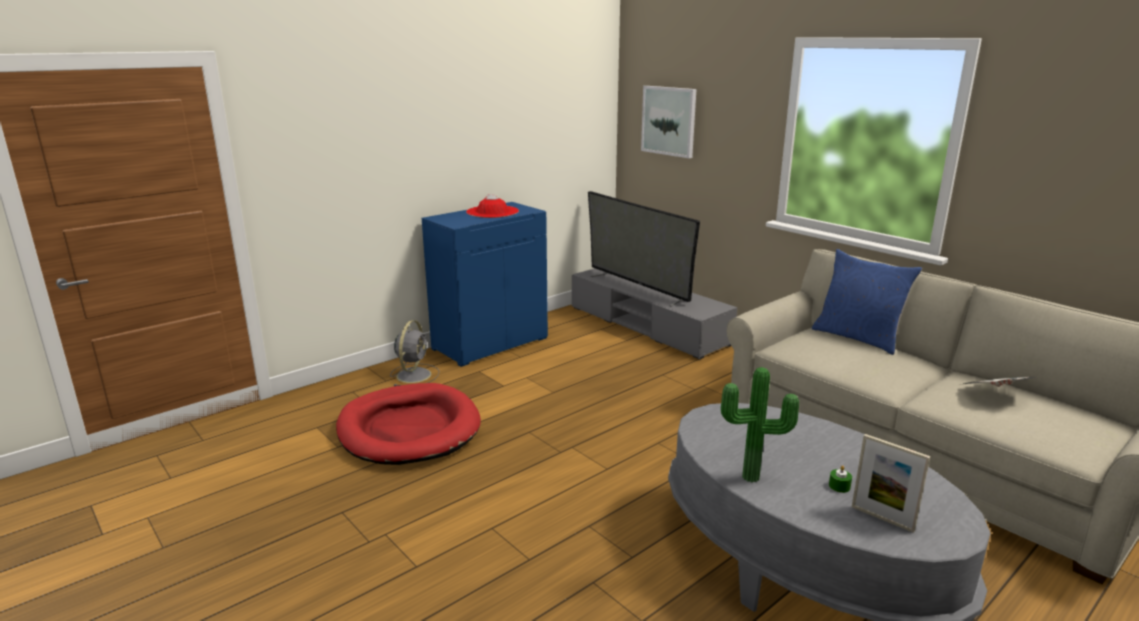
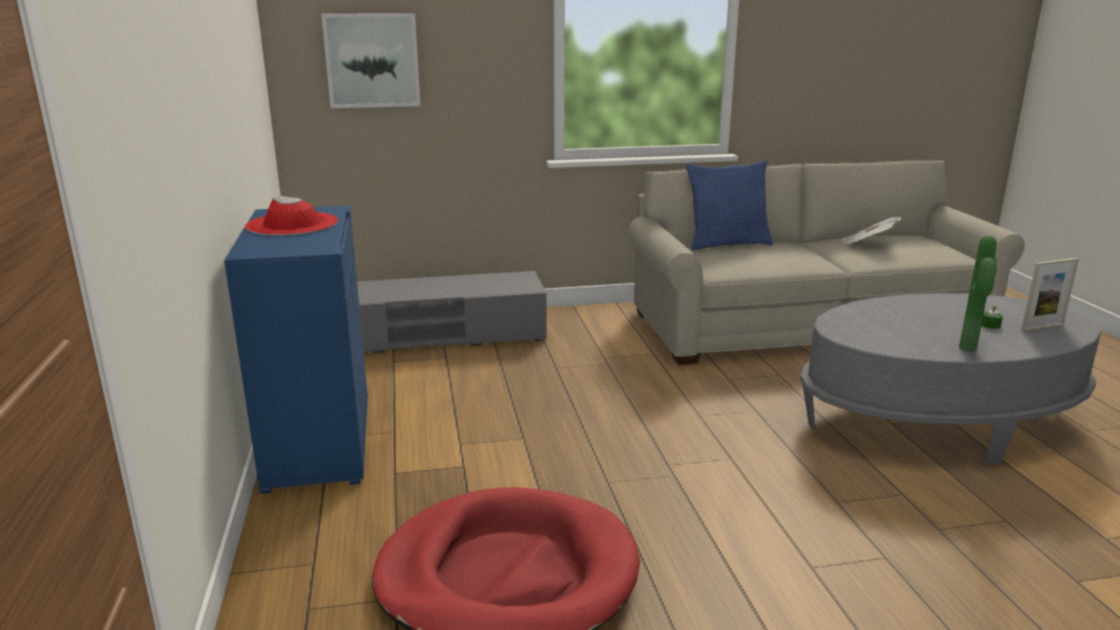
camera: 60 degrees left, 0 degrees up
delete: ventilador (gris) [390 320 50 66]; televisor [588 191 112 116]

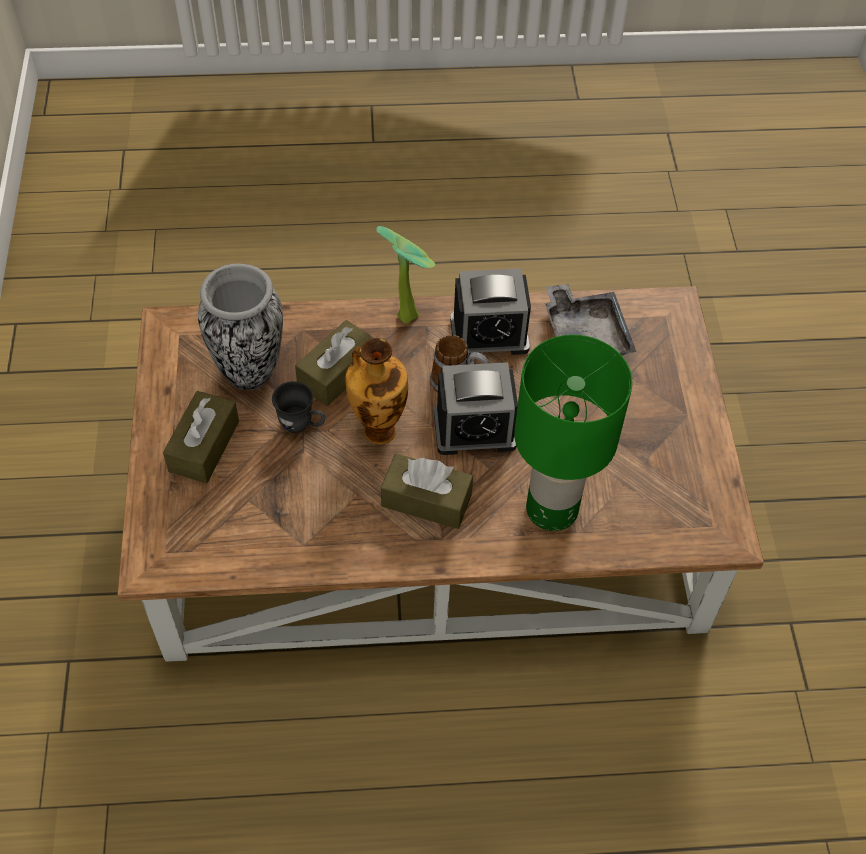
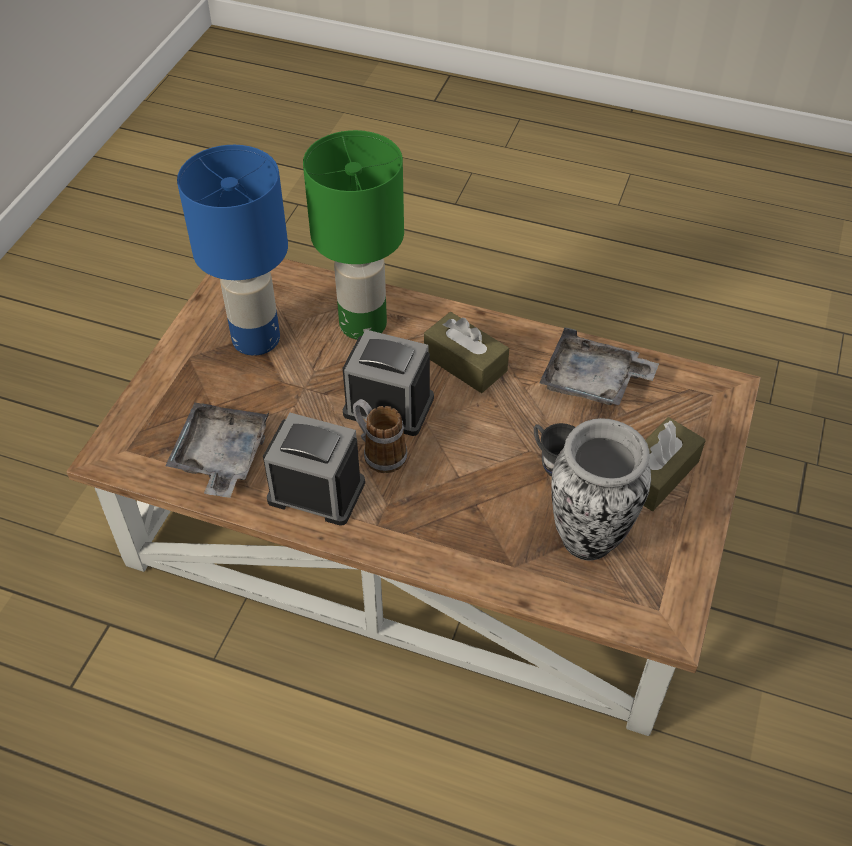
camera: 155 degrees left, 5 degrees down
delete: caja de pañuelos (marrón) [295 320 78 86]; florero [345 338 63 106]; planta en maceta [376 226 59 98]
insert: lámpara de mesa (azul) [177 145 111 211]; bandeja (gris) [539 327 120 78]

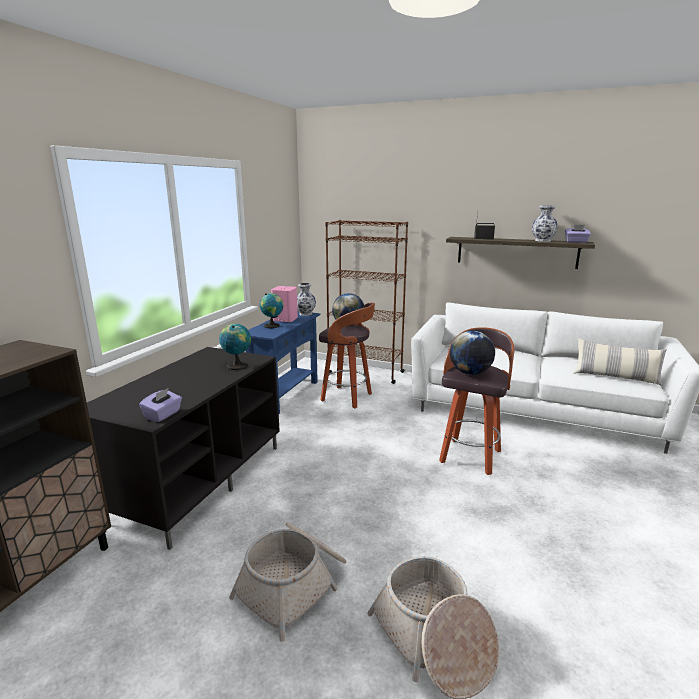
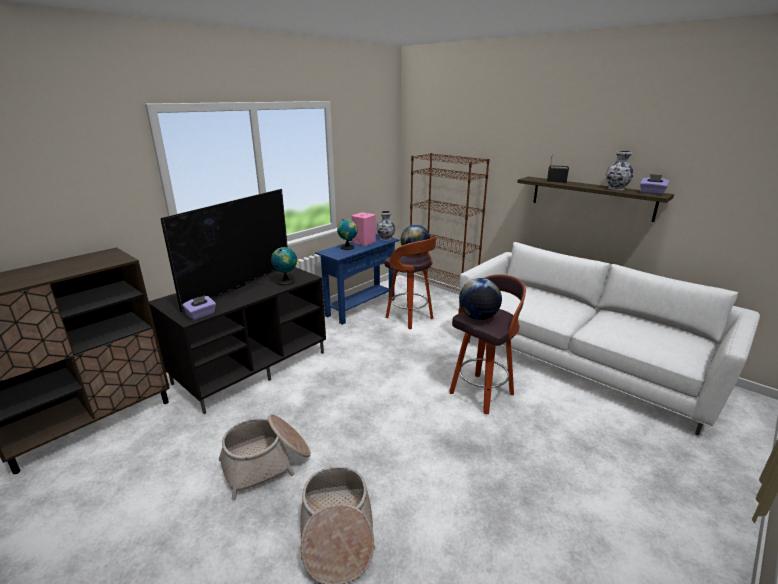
camera: 20 degrees right, 5 degrees up
delete: cojín [574 338 93 48]
insert: televisor [161 189 127 123]

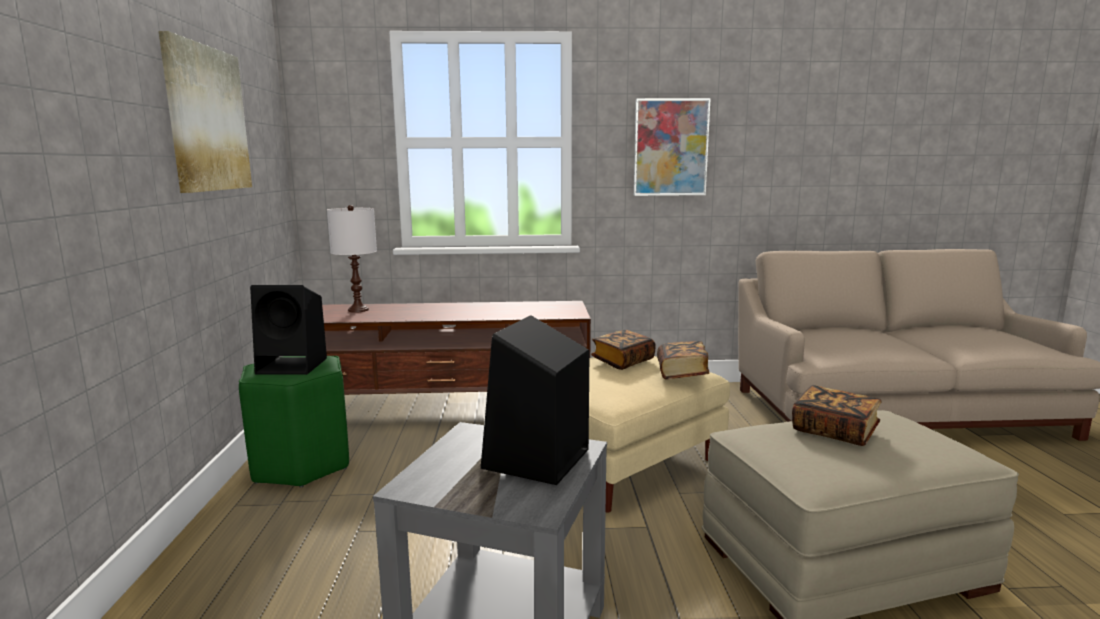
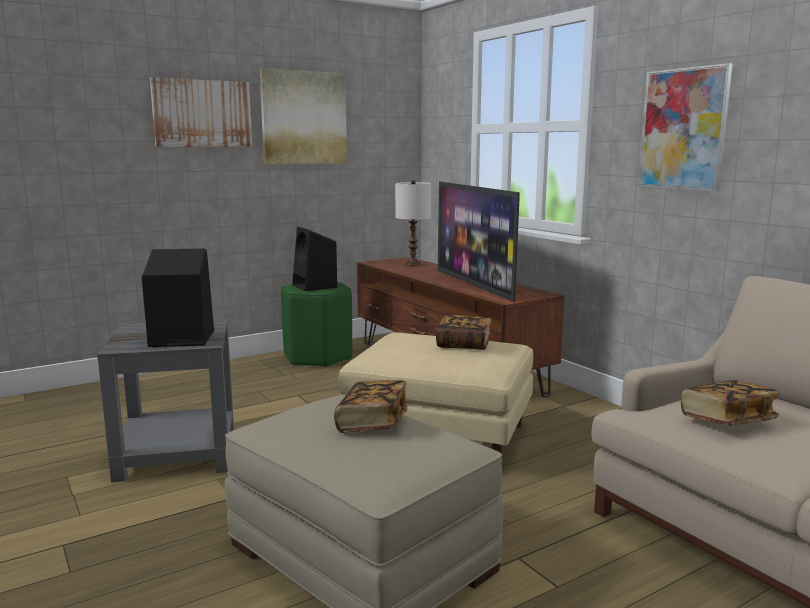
camera: 60 degrees right, 0 degrees up
insert: cuadro [150 77 102 70]; televisor [438 182 82 120]
move: libro [657 341 52 38] to [681 380 99 46]

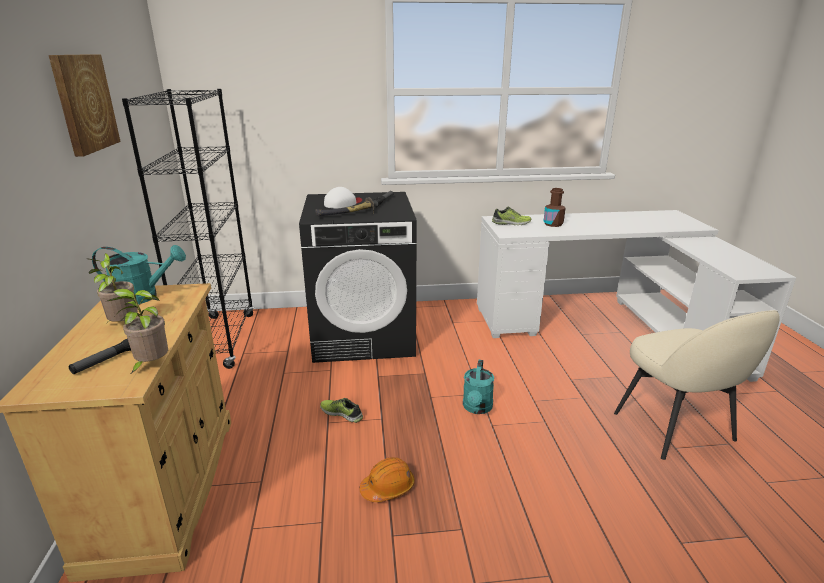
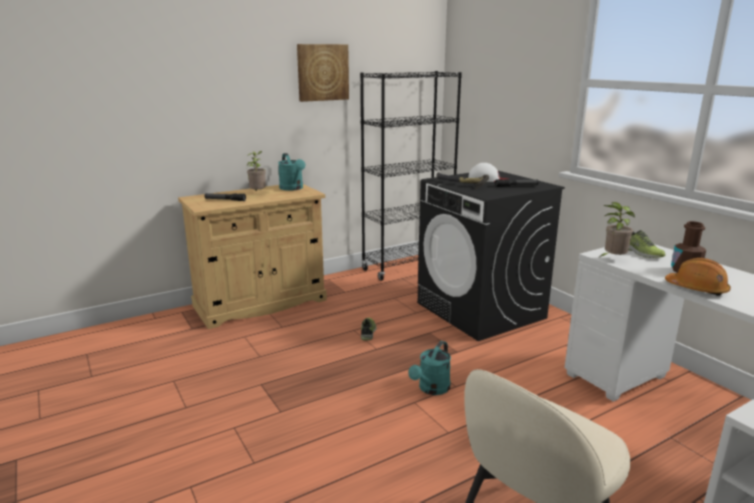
camera: 65 degrees right, 5 degrees down
move: planta en maceta [108 288 60 87] to [598 202 37 56]; casco (naranja) [360 457 55 45] to [665 258 66 38]
rotate: regadera (turquesa) [463 360 31 54] = [408 341 43 54] 45 degrees counterclockwise

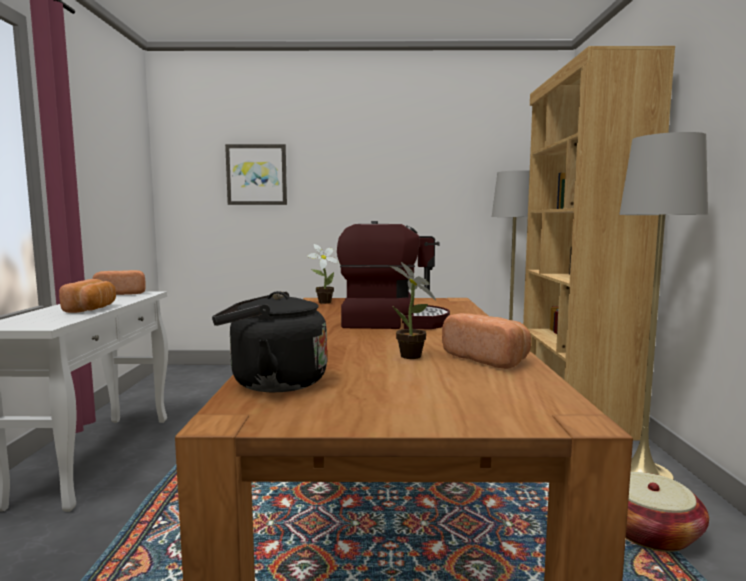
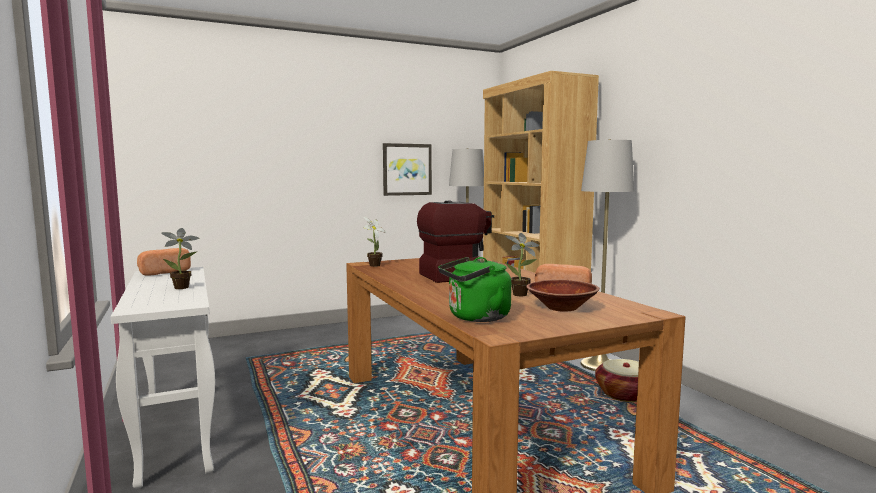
camera: 25 degrees left, 0 degrees up
insert: cuenco (marrón) [526 280 74 31]
move: cuadro [225 144 62 61] to [383 143 49 53]
replace: pan [59 279 57 34] to planta en maceta [162 228 38 61]
recolor: hervidor (negro) [212 291 115 102] to hervidor (verde) [438 257 74 65]

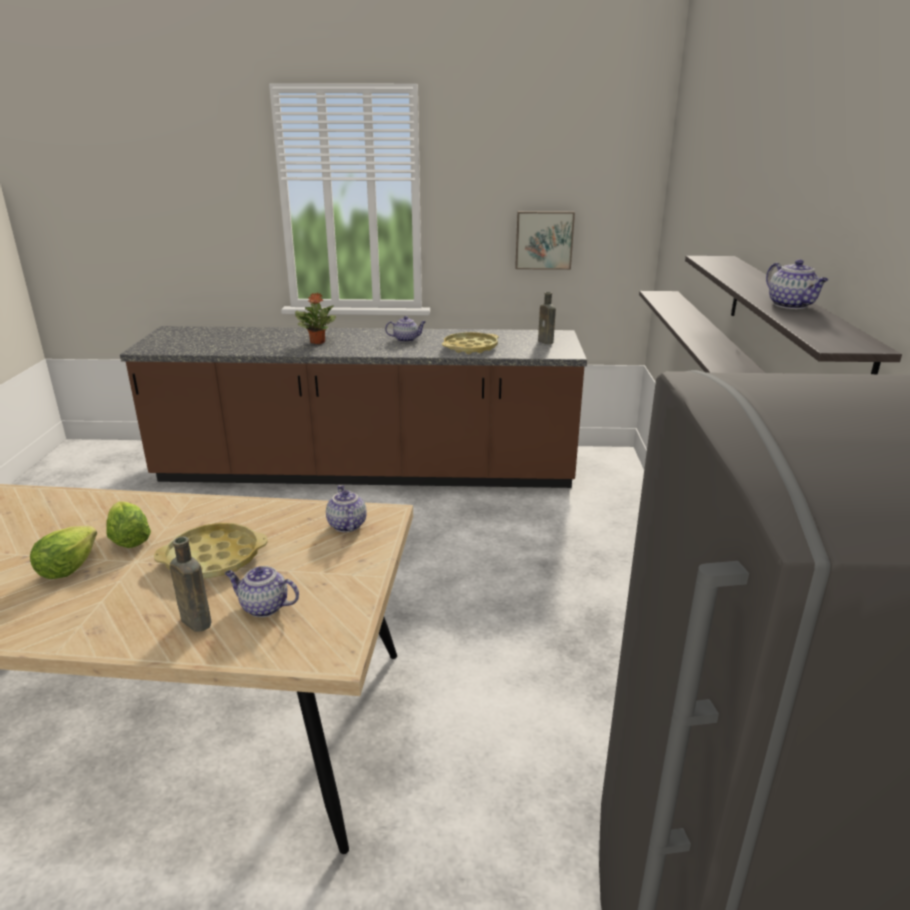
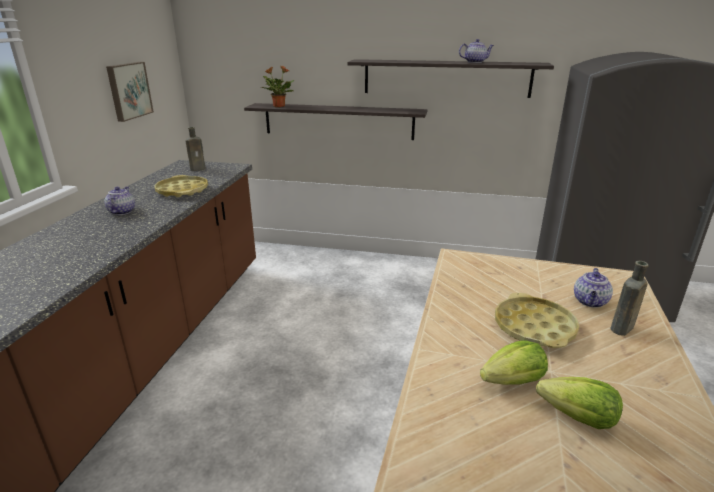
camera: 80 degrees left, 0 degrees up
delete: tetera [326 485 41 47]
move: planta en maceta [295 293 41 51] to [261 66 33 41]

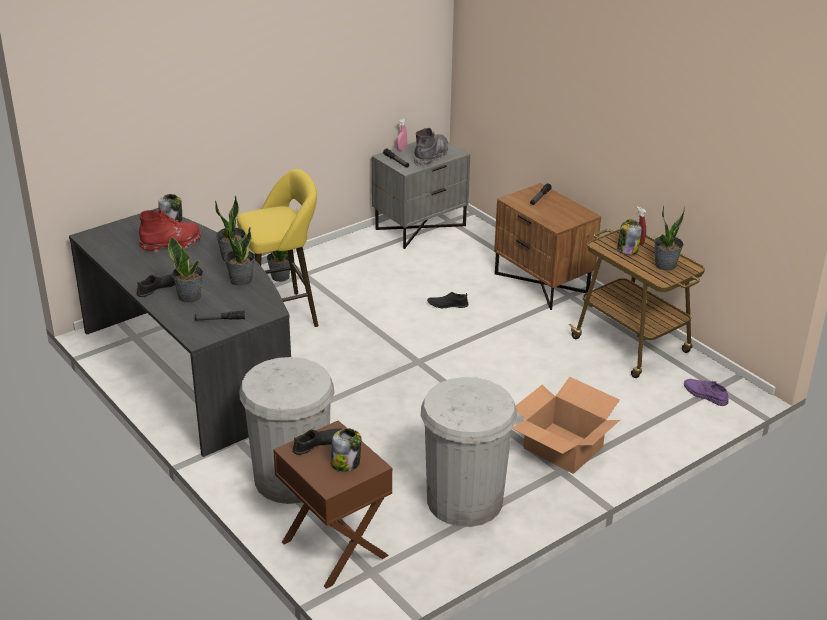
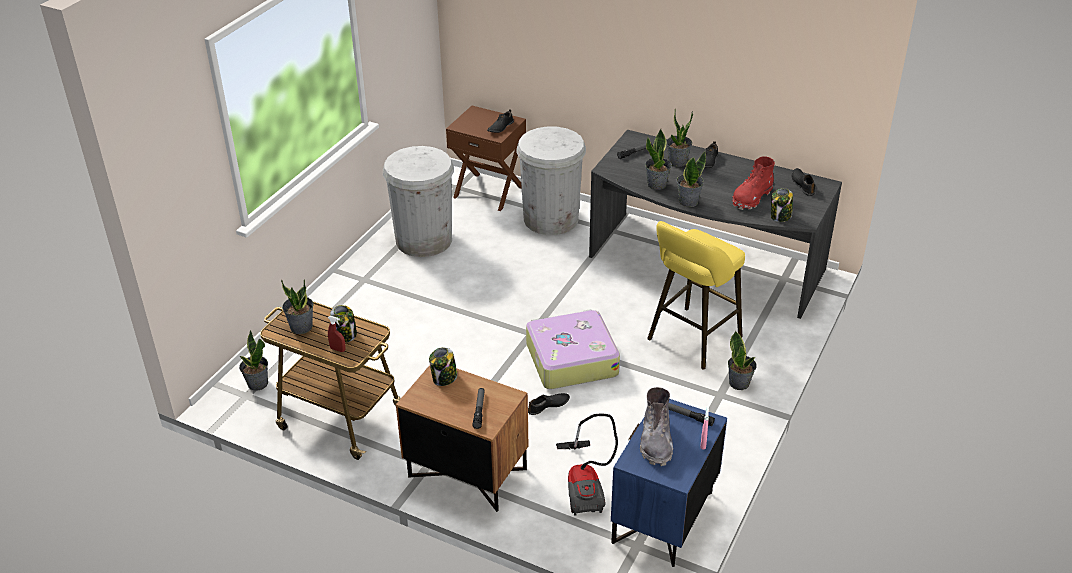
camera: 155 degrees right, 5 degrees up
delete: caja de cartón [512 377 108 97]
insert: maleta [526 309 94 80]; aspiradora [556 414 62 102]; zapato (negro) [792 168 23 28]
move: tarro [330 428 32 44] to [429 347 28 39]
replace: zapato (morado) [684 379 45 27] to planta en maceta [239 330 29 61]
recolor: mesita de noche (gris) [372 142 98 107] to mesita de noche (azul) [611 399 116 168]

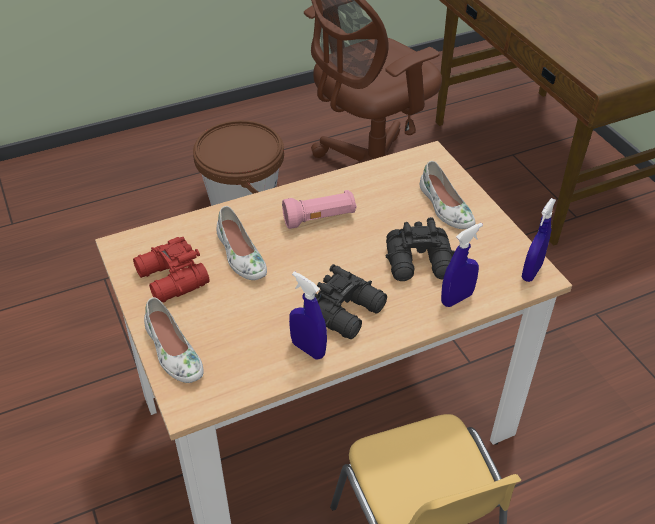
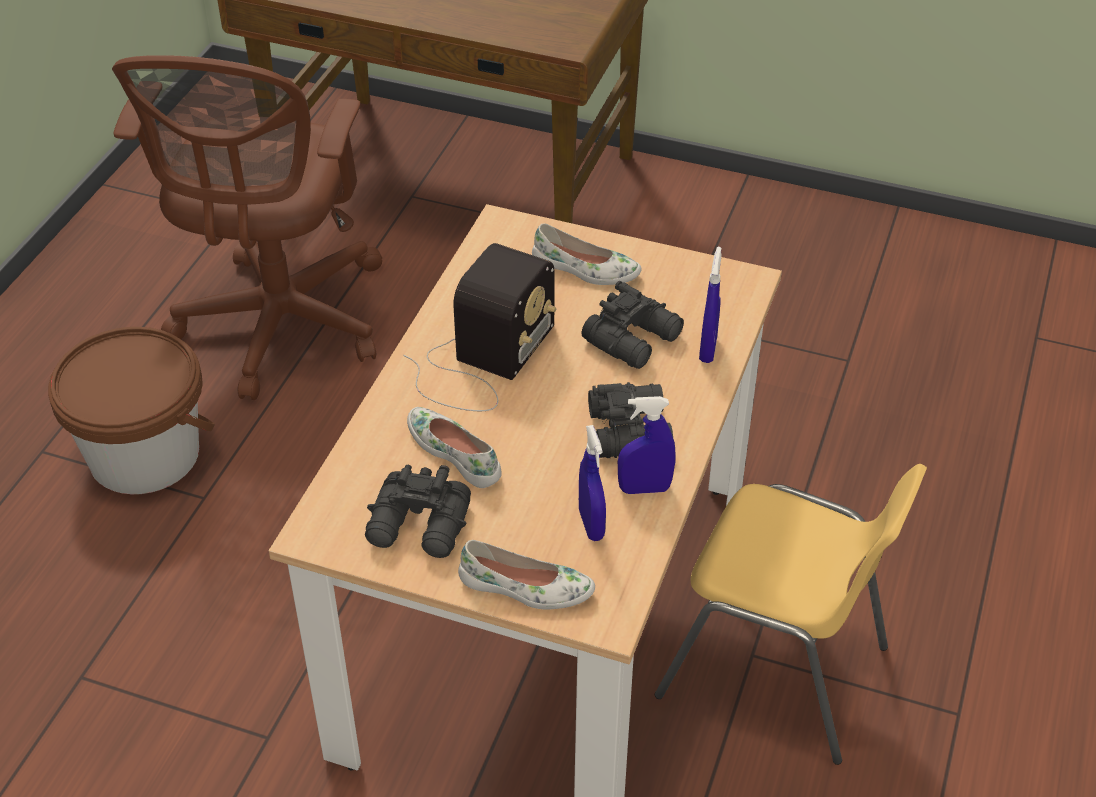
camera: 45 degrees left, 0 degrees up
move: pulverizador (azul) [522 198 34 84] to [579 425 27 116]
replace: linterna (rosa) [282 190 75 39] to radio [403 243 154 168]
recolor: prismáticos (rojo) [133 237 76 66] to prismáticos (negro) [365 464 106 94]
rotate: zapato (blanco) [217 206 50 74] = [407 407 95 81] 150 degrees counterclockwise

